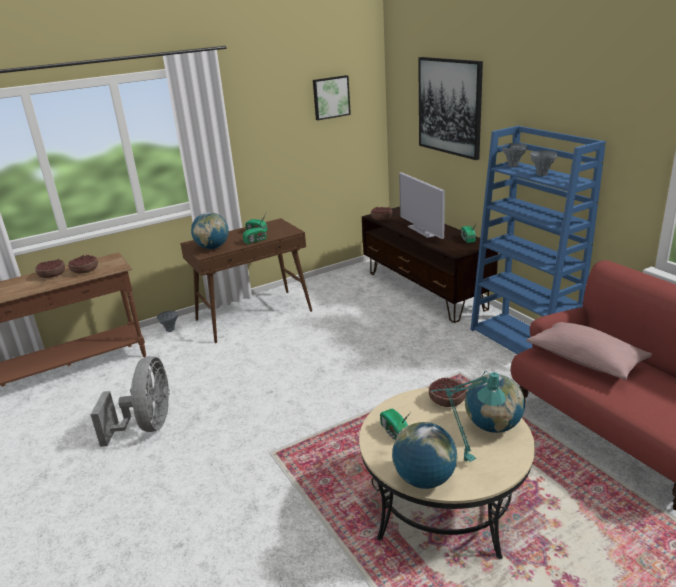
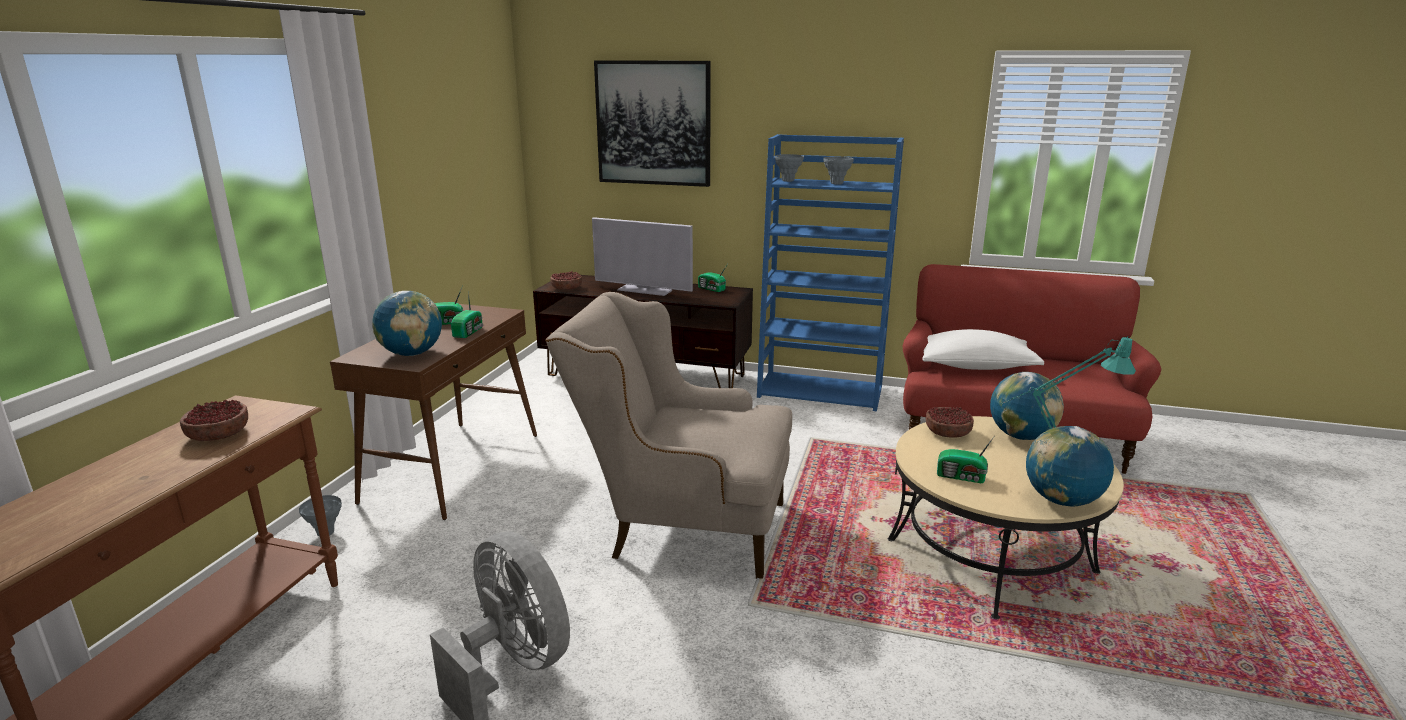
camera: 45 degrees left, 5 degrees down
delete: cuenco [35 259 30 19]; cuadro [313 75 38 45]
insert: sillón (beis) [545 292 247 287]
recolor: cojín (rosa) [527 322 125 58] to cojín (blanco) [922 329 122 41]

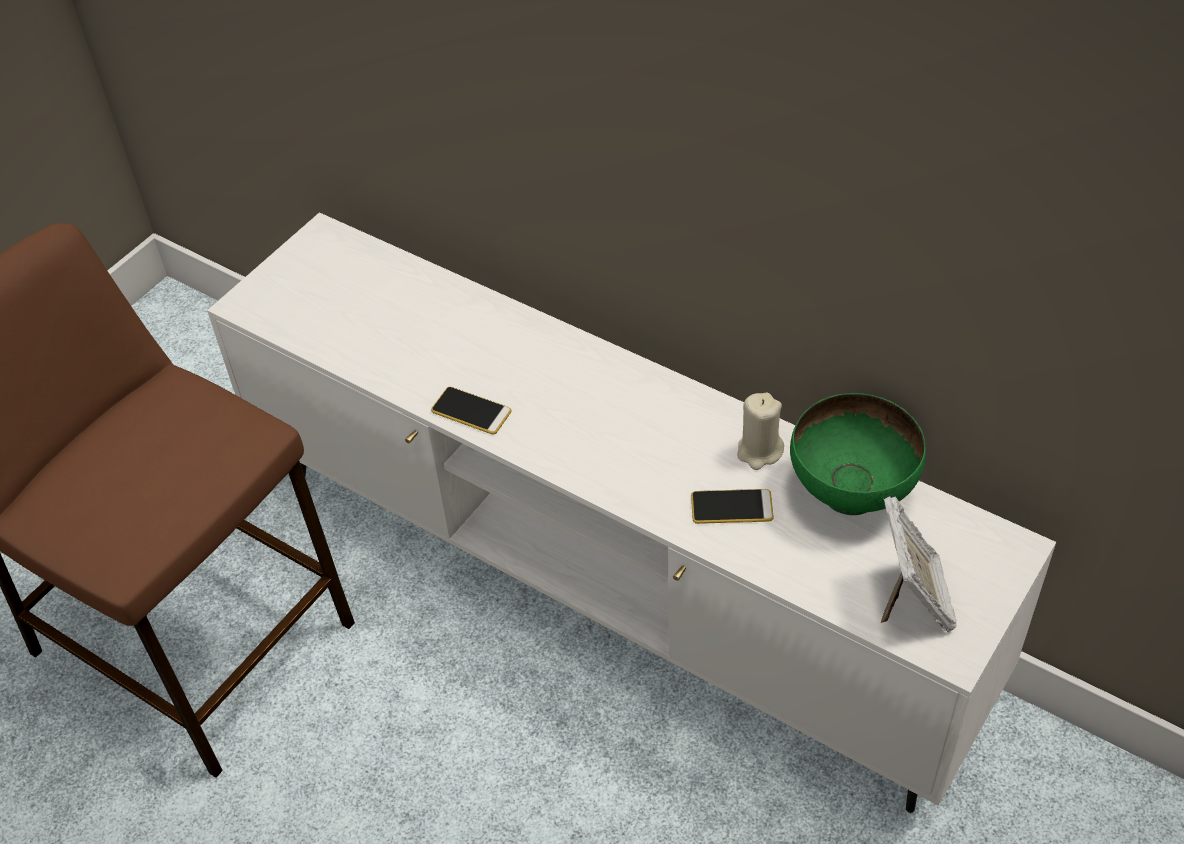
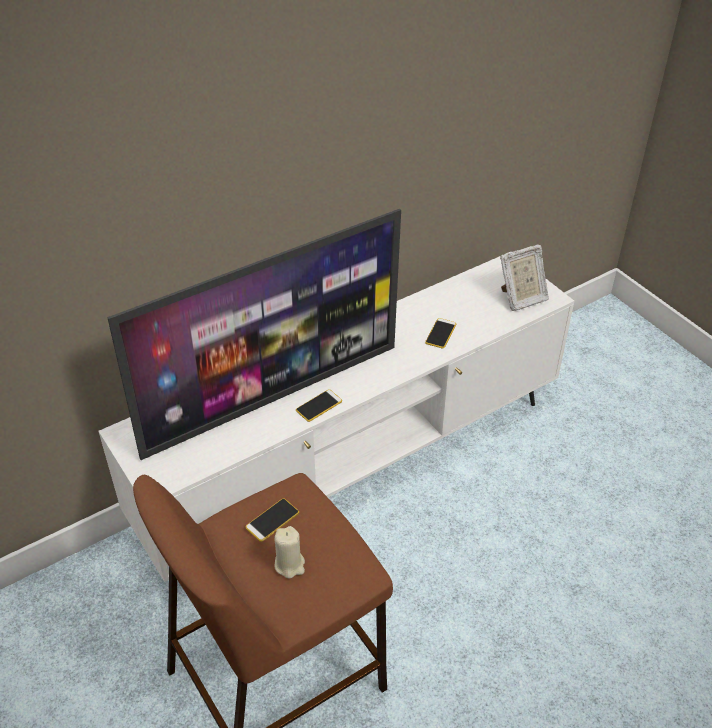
camera: 70 degrees left, 5 degrees down
delete: cuenco (verde) [790 393 136 122]
insert: televisor [107 209 294 251]; móvil [245 498 54 44]
move: vela (beis) [737 393 47 77] to [274 526 31 53]
rotate: portarretratos [881 496 76 137] = [500 244 49 67] 135 degrees clockwise

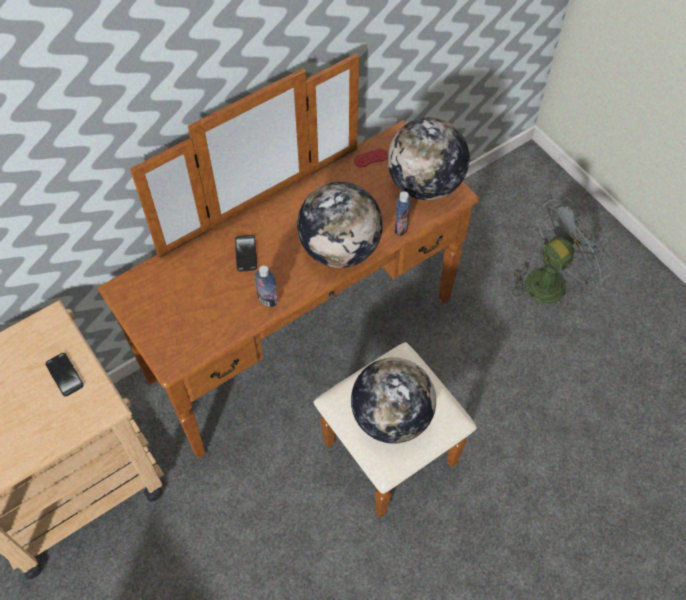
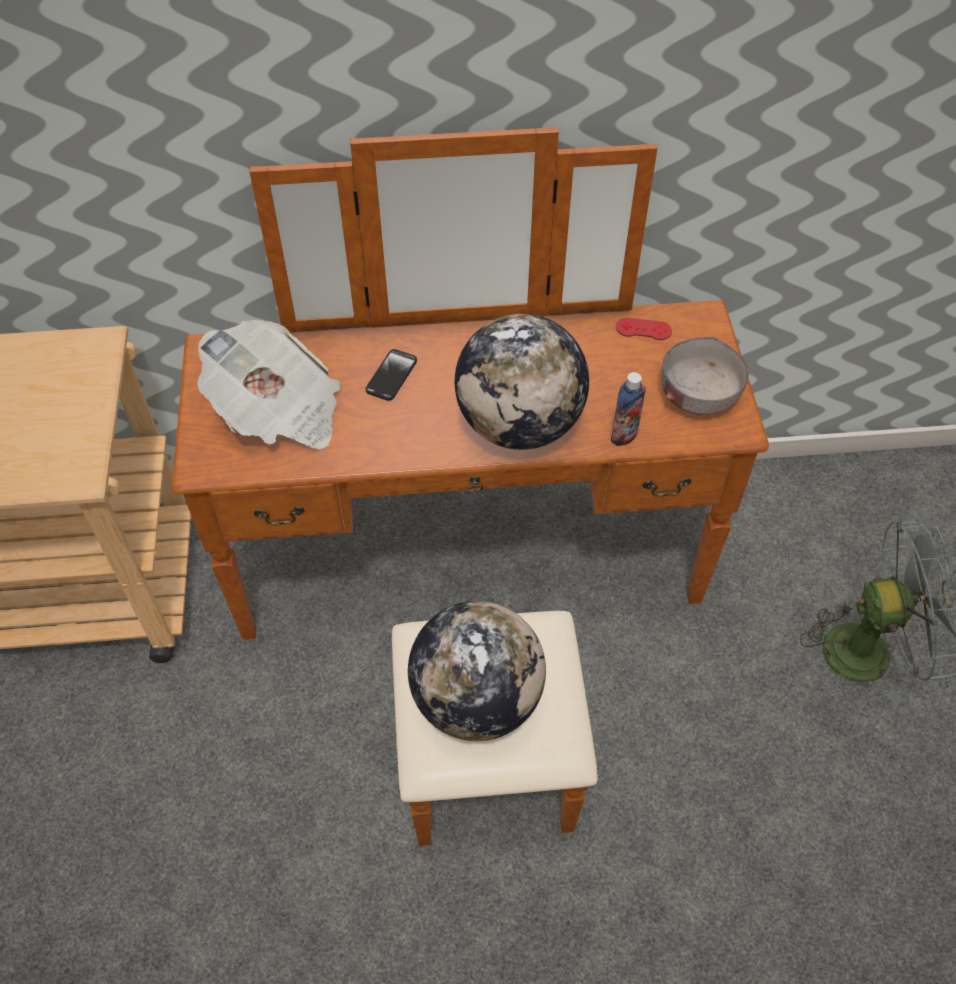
camera: 30 degrees right, 5 degrees down
delete: móvil [46 353 38 43]; botella [254 265 24 42]
insert: periódico [197 320 143 129]
replace: globo terráqueo [388 117 81 83] to cuenco (gris) [661 337 88 78]

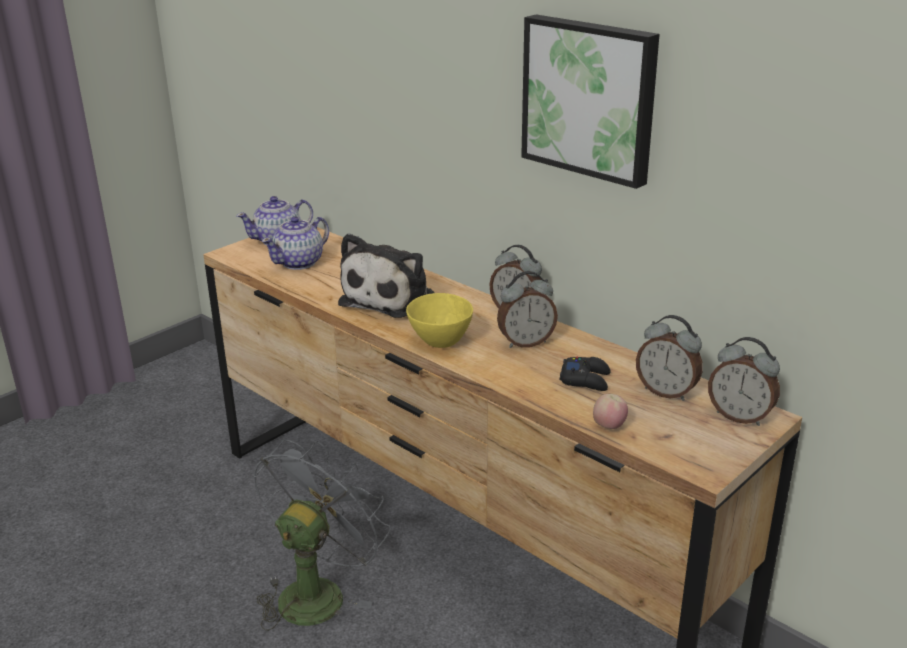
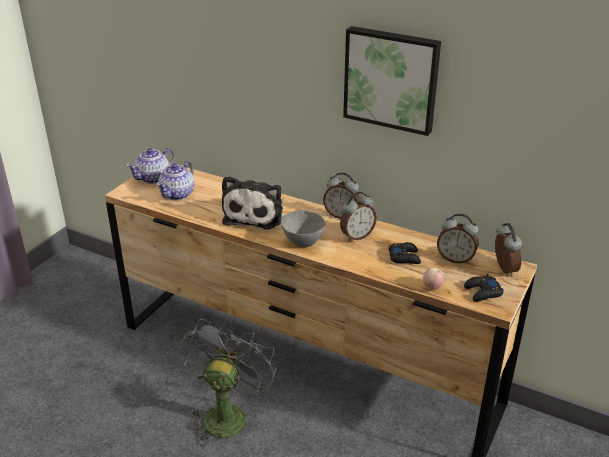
camera: 15 degrees left, 5 degrees up
insert: mando de consola (negro) [464 274 40 28]
recolor: cuenco (amarillo) [406 293 67 55] to cuenco (gris) [281 210 44 37]
rotate: despertador [708 337 72 89] = [495 223 27 54] 120 degrees counterclockwise

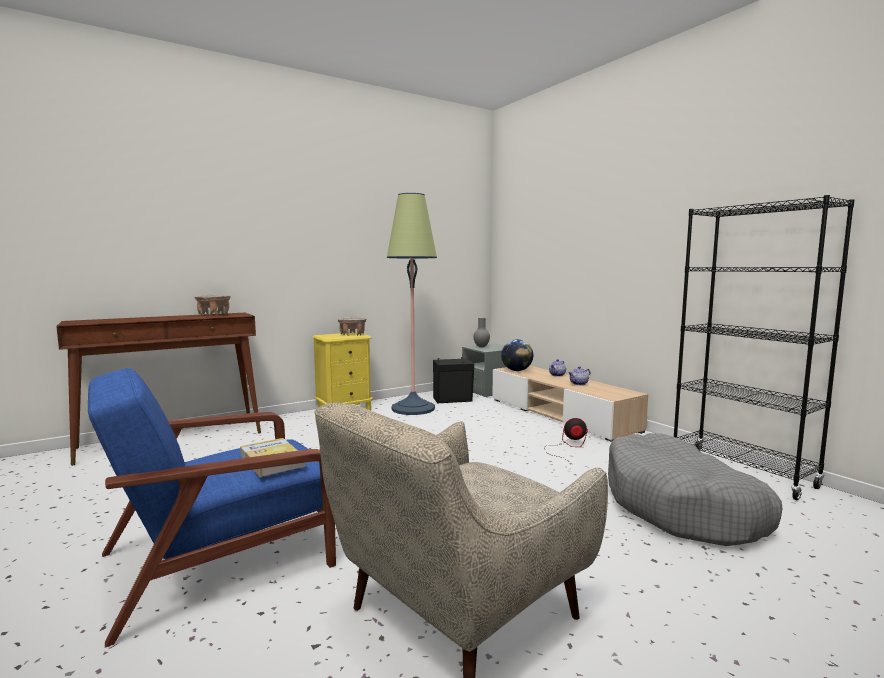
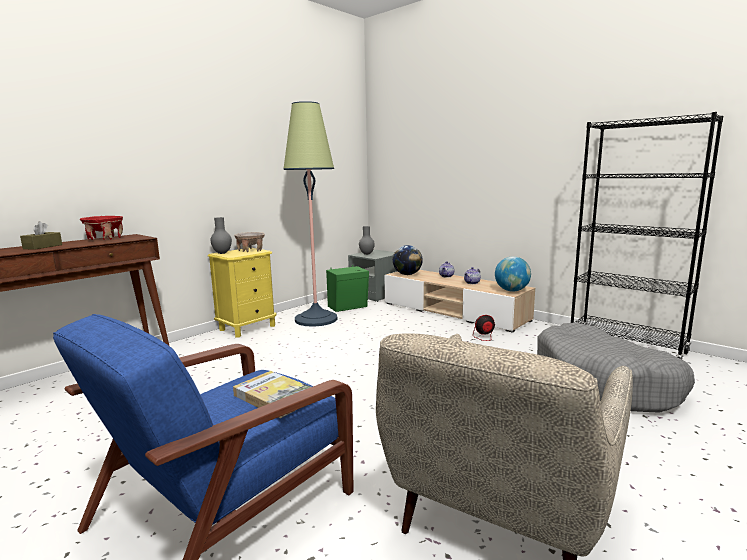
camera: 15 degrees left, 5 degrees up
insert: caja de pañuelos (marrón) [20 221 42 29]; florero (gris) [210 217 22 37]; globo terráqueo [495 256 36 36]
recolor: cuenco (beis) [194 295 37 20] to cuenco (rojo) [80 216 43 24]; altavoz (negro) [433 357 41 46] to altavoz (verde) [326 265 43 47]

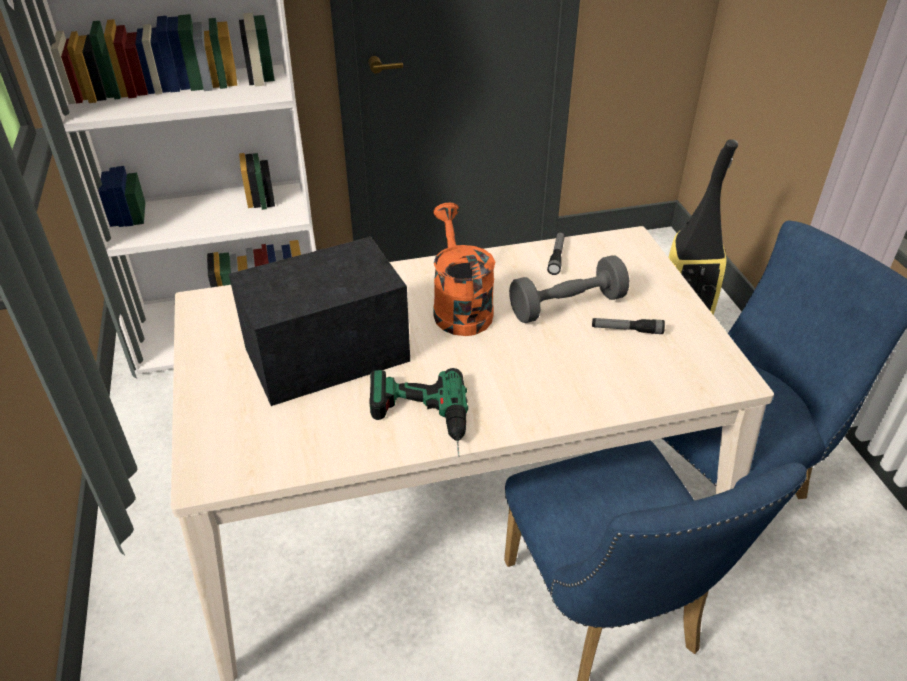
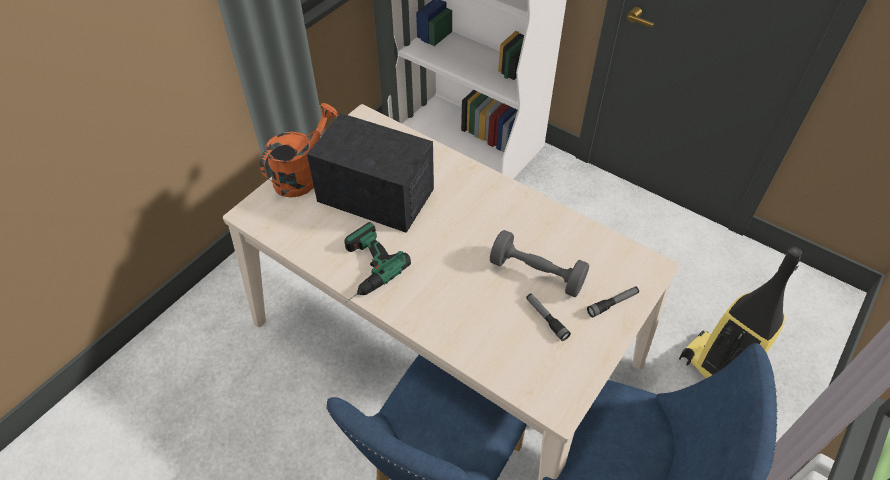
camera: 50 degrees right, 10 degrees up
move: regadera (naranja) [433 203 62 133] to [260 103 78 95]; linterna [547 232 18 43] to [587 286 52 31]

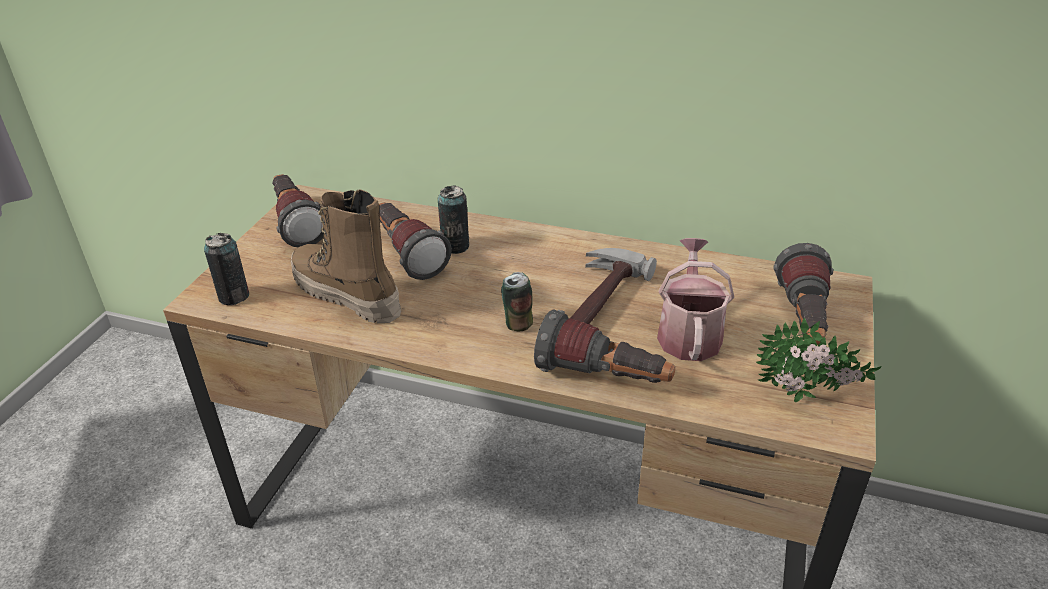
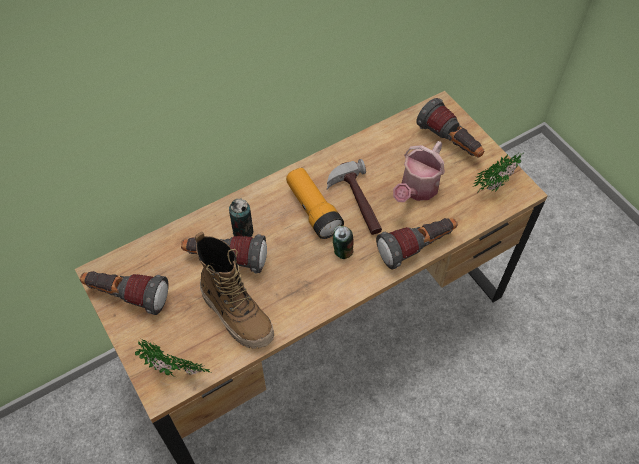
camera: 50 degrees left, 20 degrees up
insert: linterna [286 168 58 71]
replace: lata [204 233 45 72] to planta en maceta [135 340 75 37]
rotate: bota [291 189 110 134] = [195 231 79 118] 120 degrees counterclockwise; regadera [657 238 77 123] = [393 141 52 61] 105 degrees counterclockwise

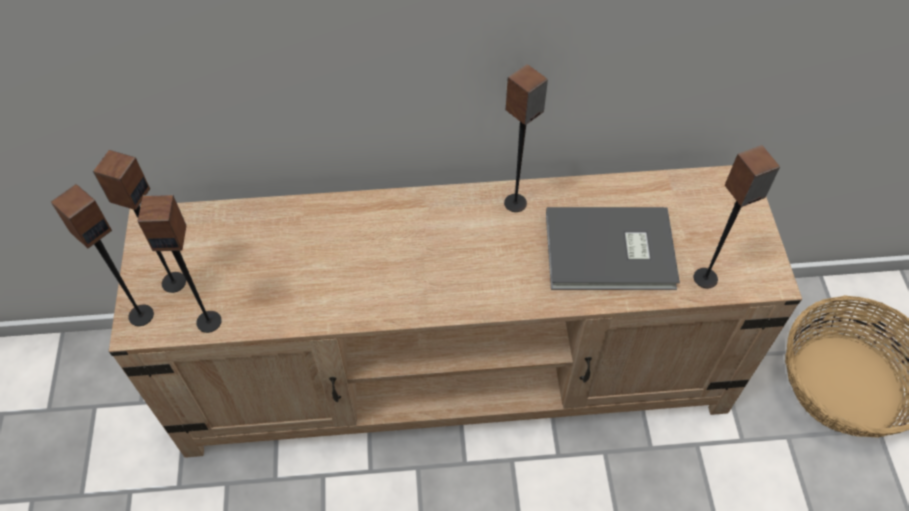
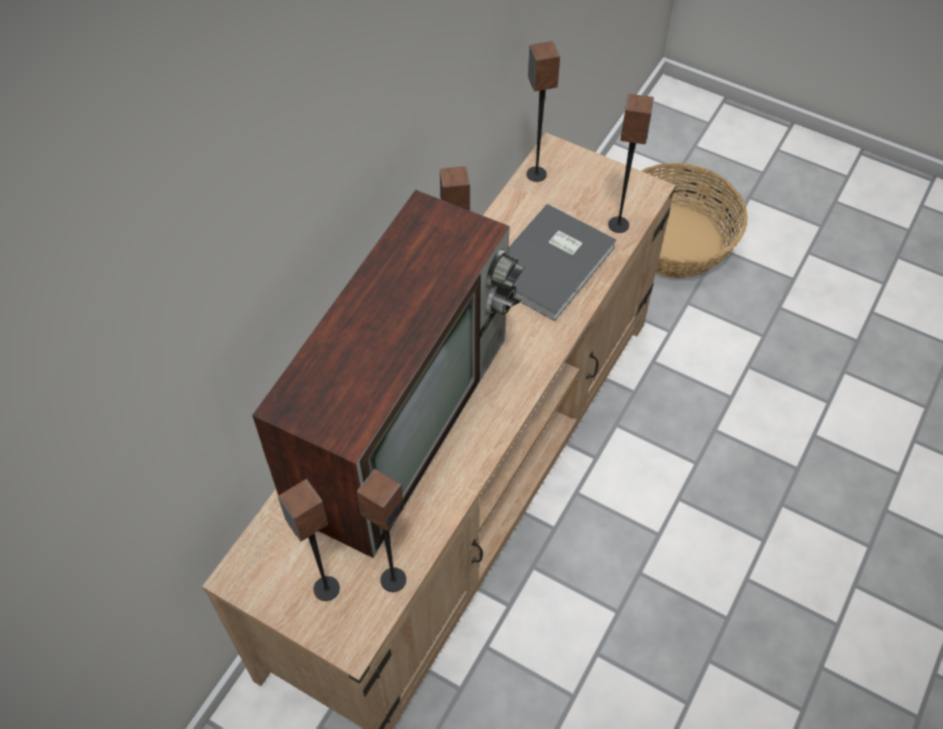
camera: 55 degrees left, 0 degrees up
insert: televisor [252 190 273 368]
move: altavoz [50 184 104 142] to [526 41 34 141]

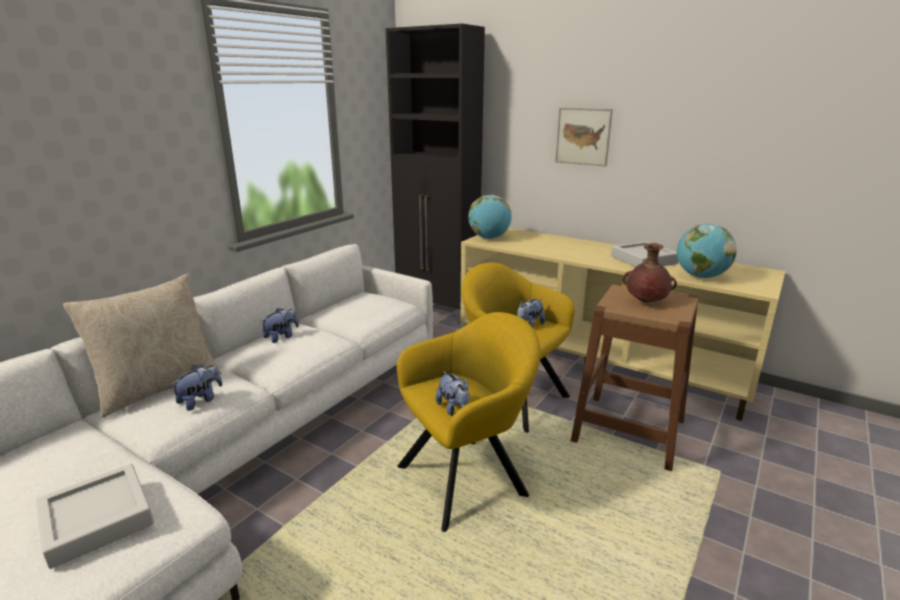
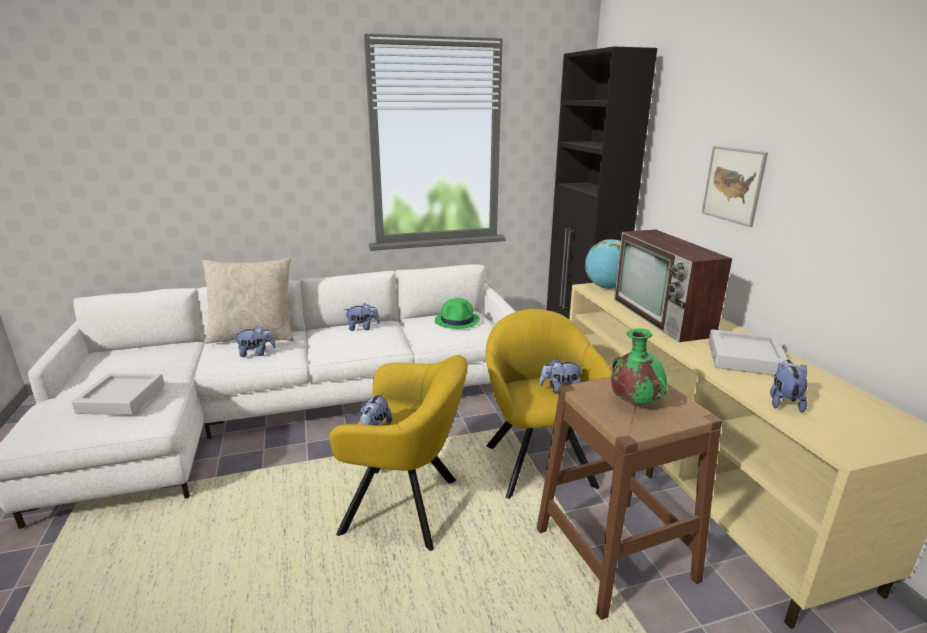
camera: 40 degrees right, 0 degrees up
insert: sombrero (verde) [435 298 45 31]; televisor [614 230 118 112]
replace: globo terráqueo [677 224 60 54] to peluche [770 360 38 53]
recolor: florero (marrón) [623 243 54 59] to florero (verde) [611 328 56 76]

